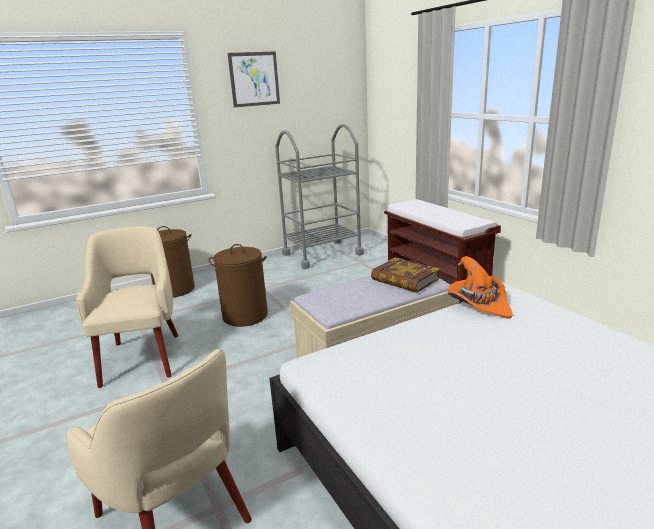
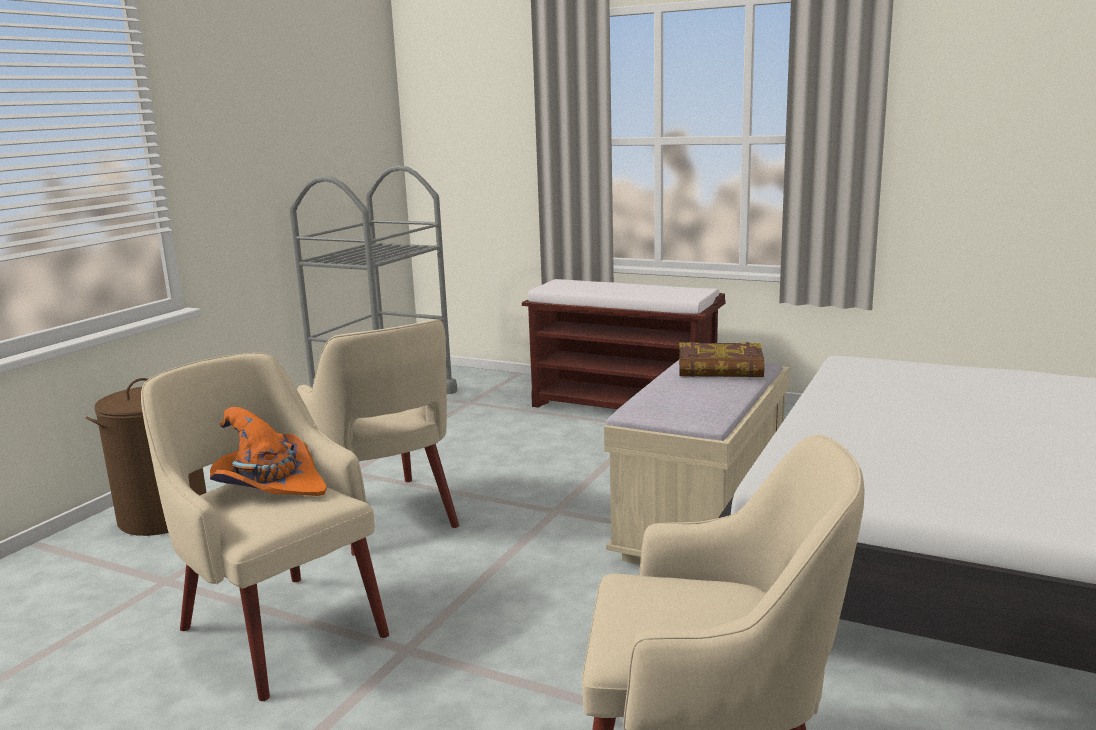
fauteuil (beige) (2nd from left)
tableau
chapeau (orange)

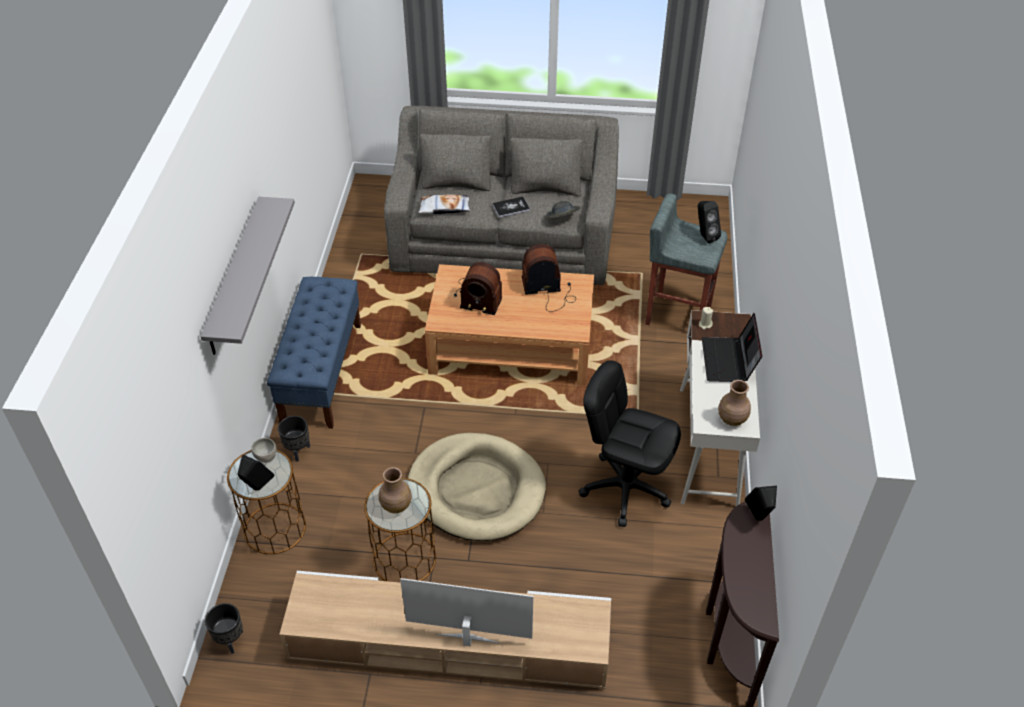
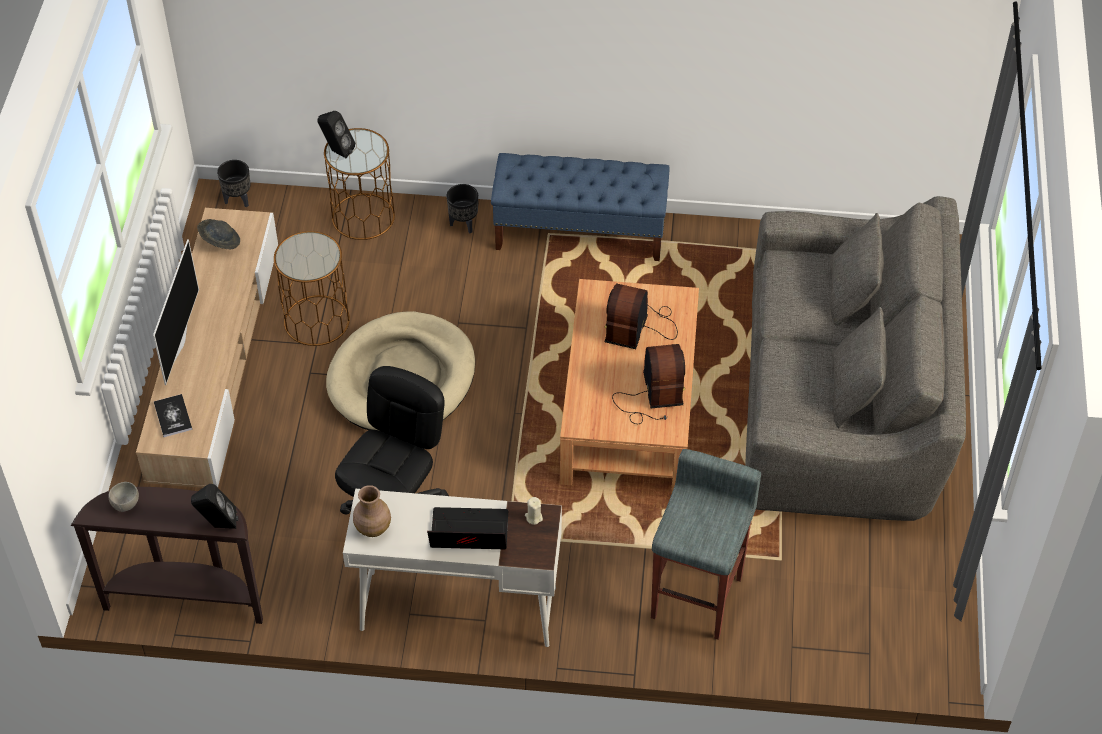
étagère (gris)
bol (gris)
vase (marron) (1st from left in the first image)
coussin
livre
chapeau (gris)
enceinte (noir) (2nd from left in the first image)

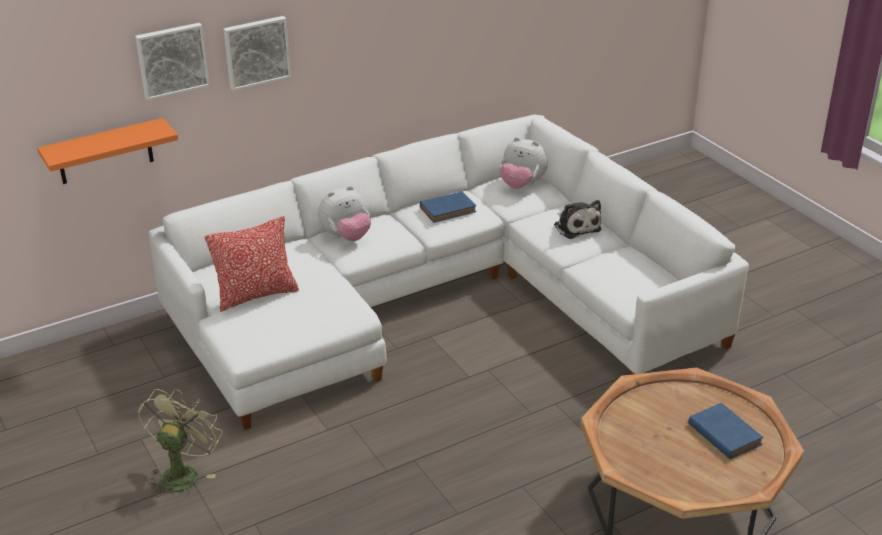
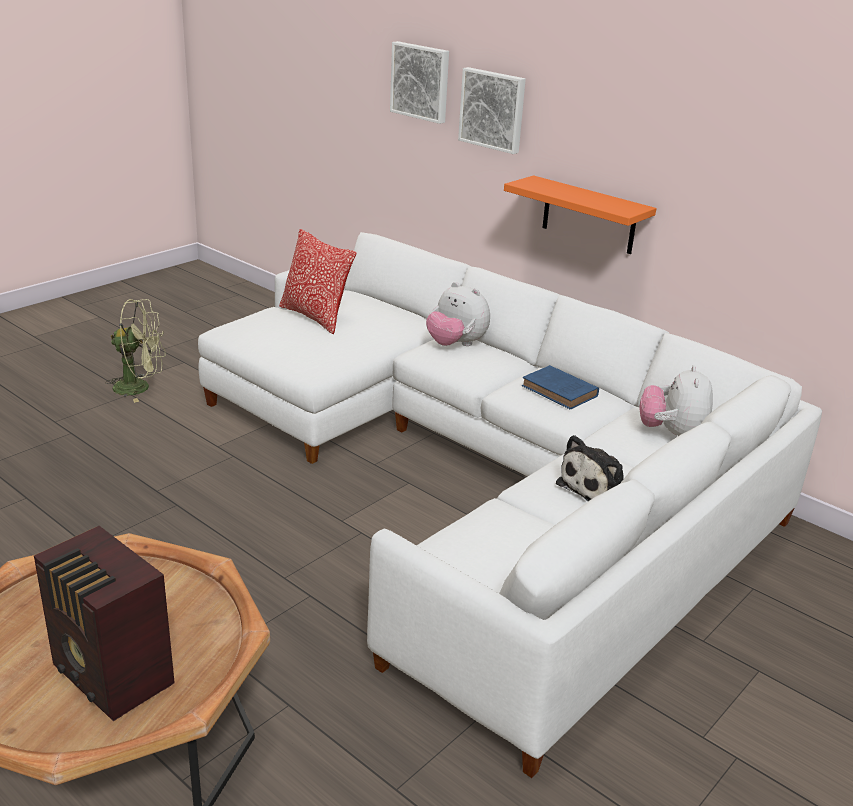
étagère (orange)
radio

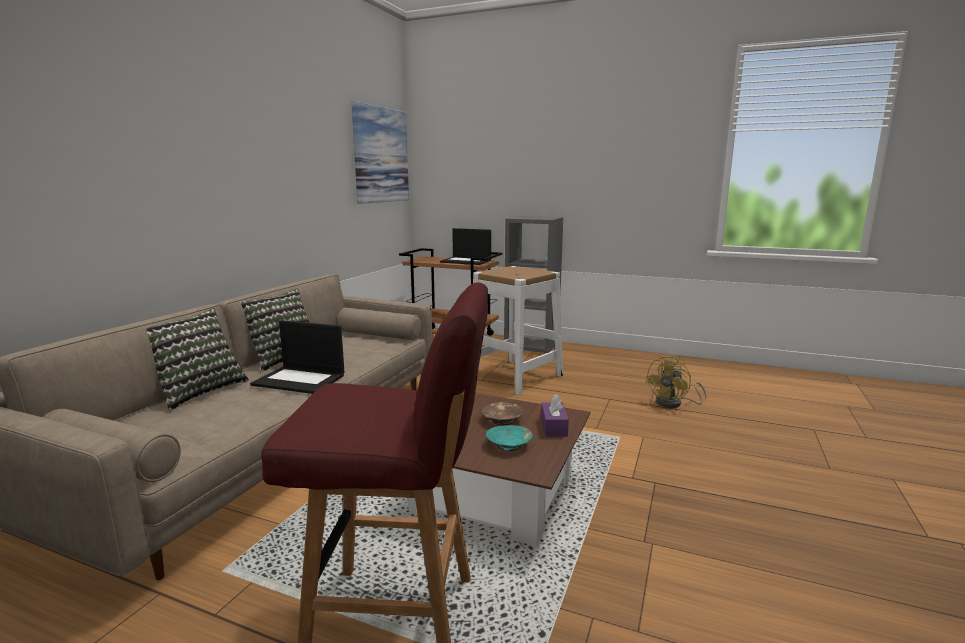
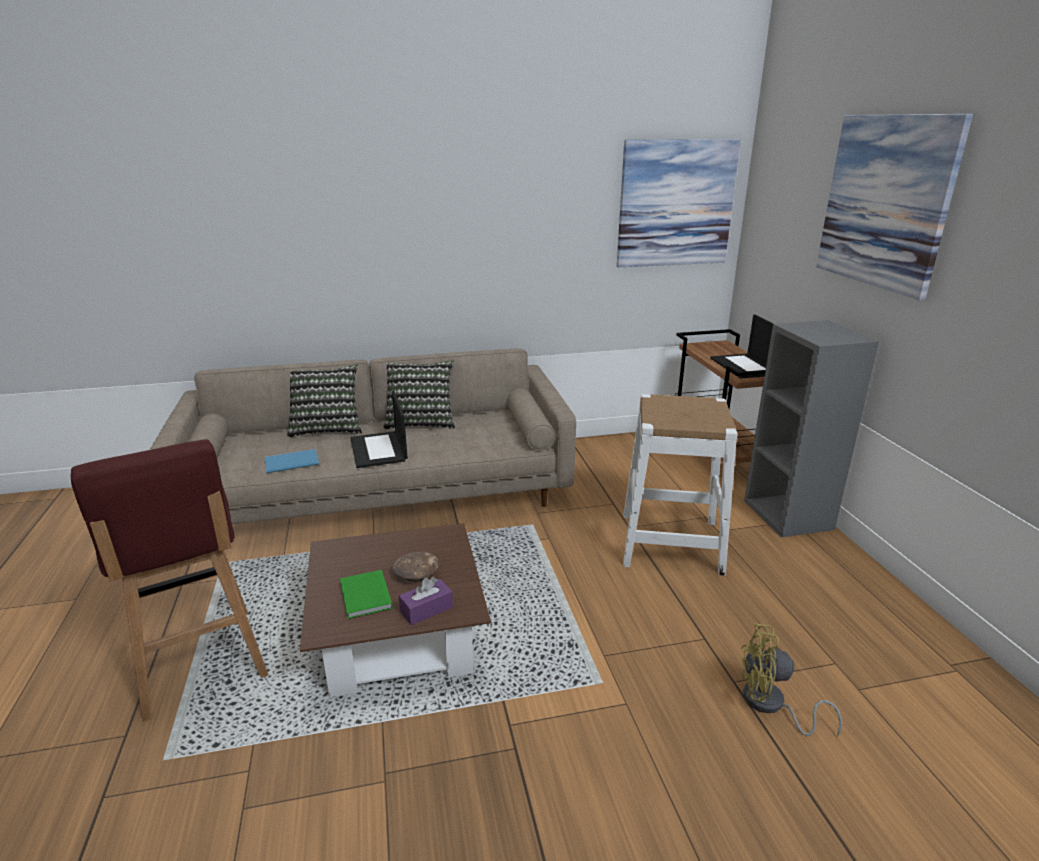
livre (vert)
livre (bleu)
tableau (2nd from left)

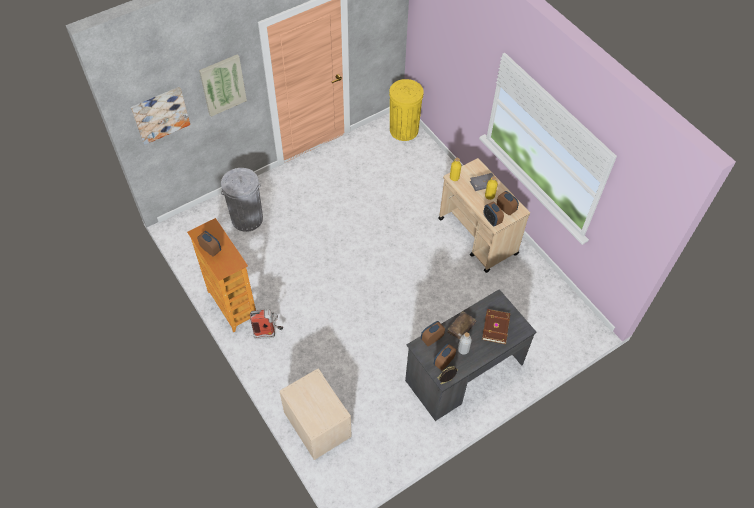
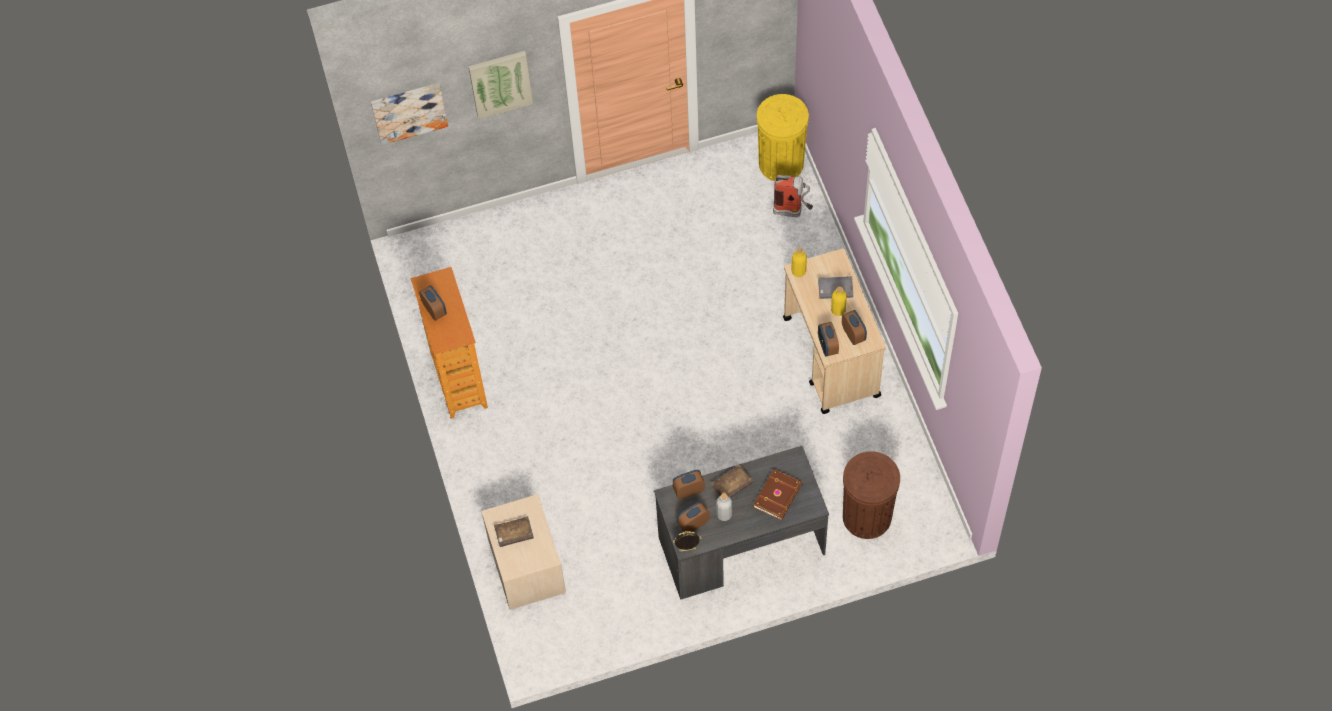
poubelle (gris)
extincteur
livre (marron) (1st from left)
poubelle (marron)

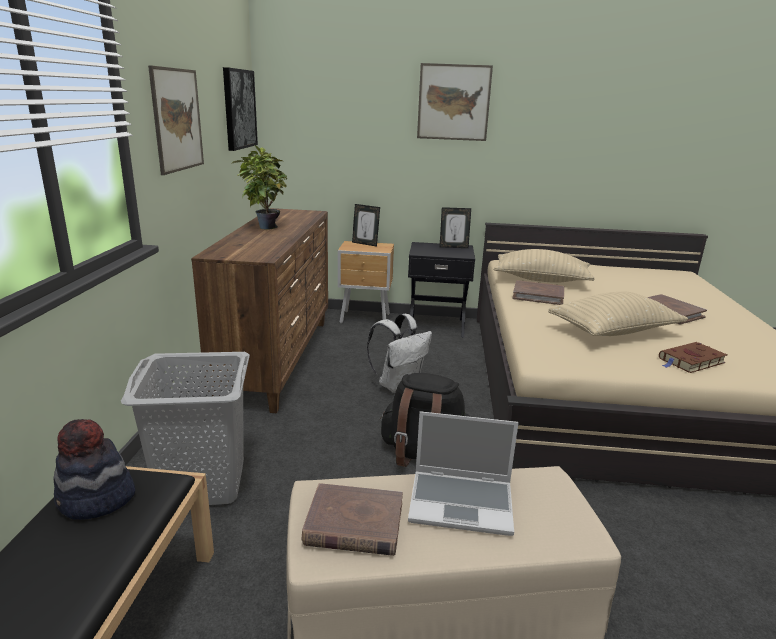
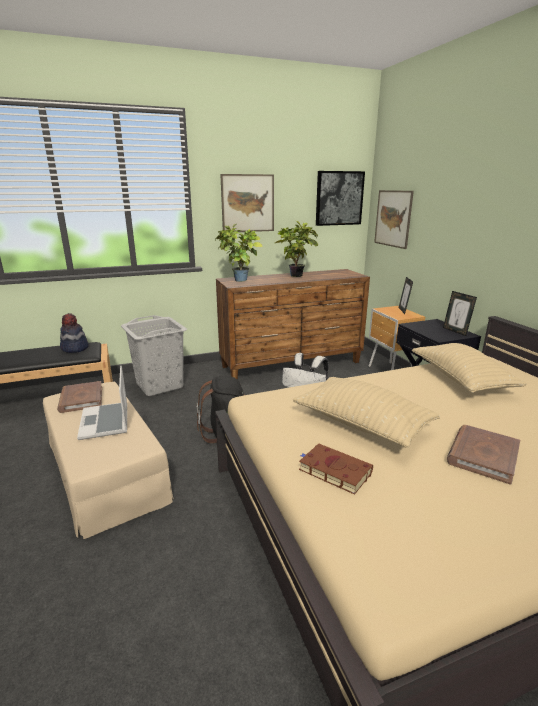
tableau (3rd from left)
livre (marron) (2nd from left in the first image)
plante en pot (1st from left)

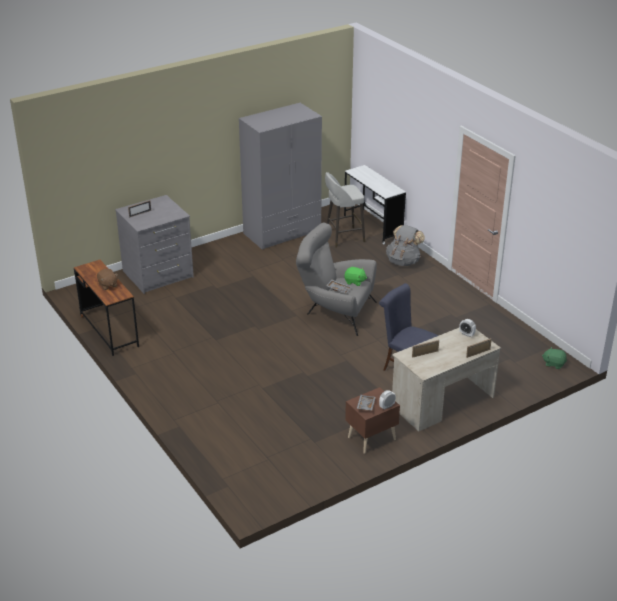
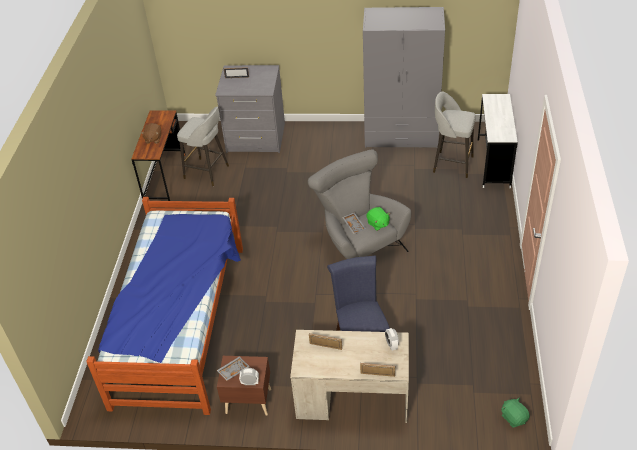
sac à dos (gris)
lit
tabouret (gris) (1st from left)

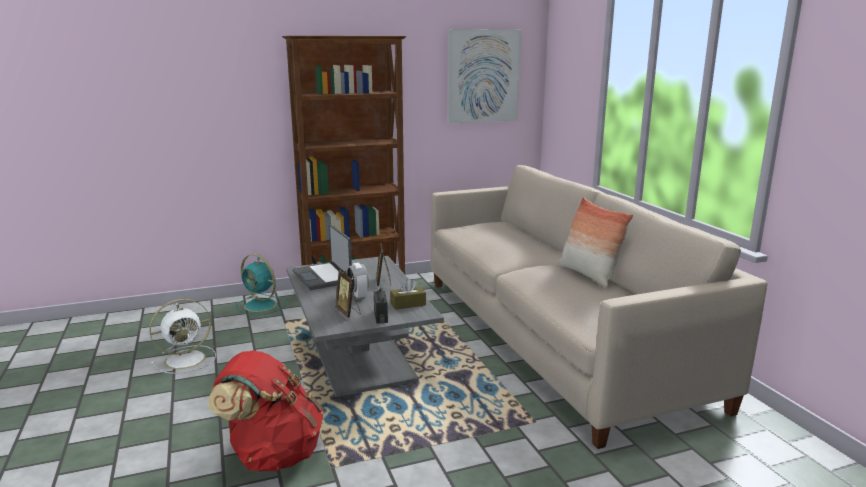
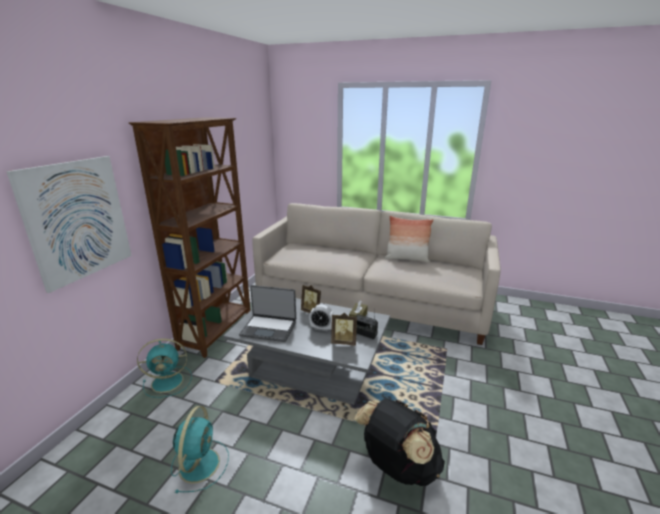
ventilateur (turquoise) (2nd from left)
sac à dos (noir)
tableau

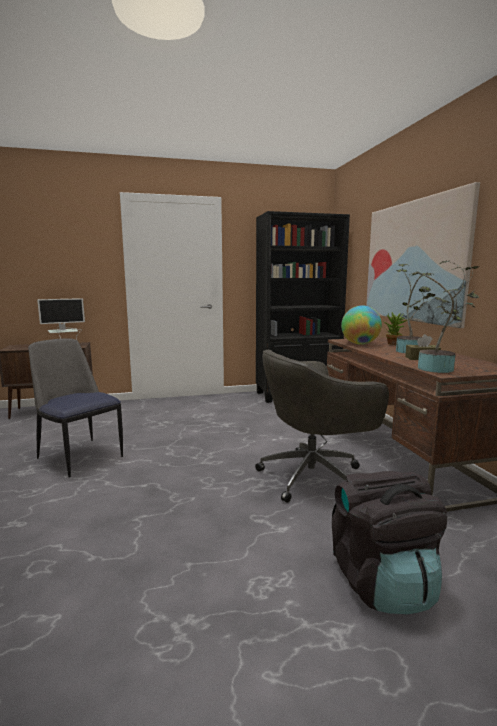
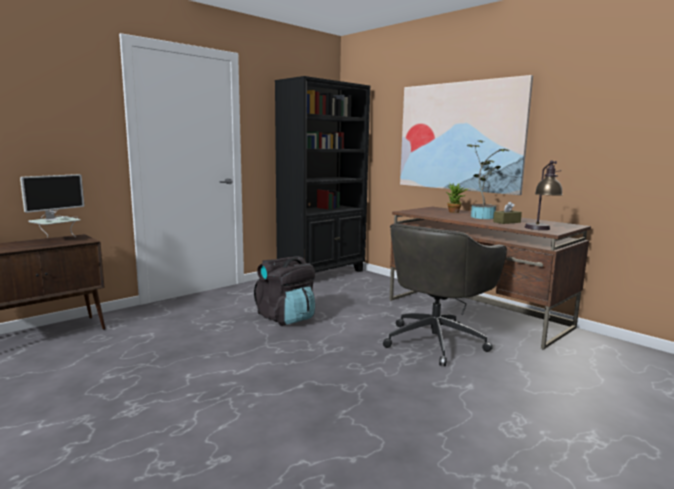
chaise
sac à dos (noir)
globe
lampe de table

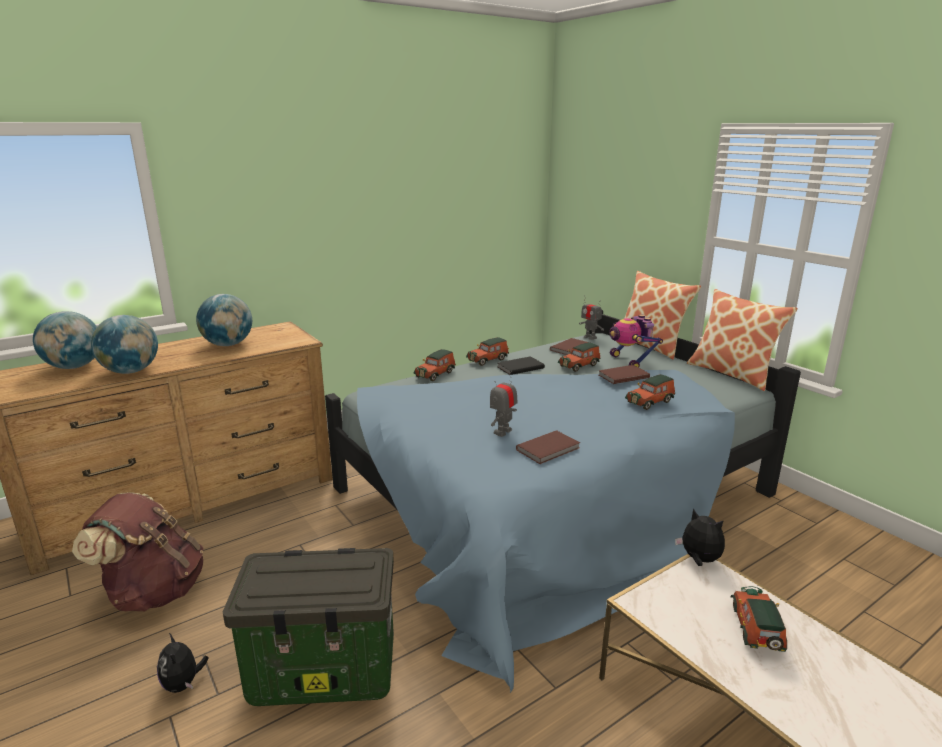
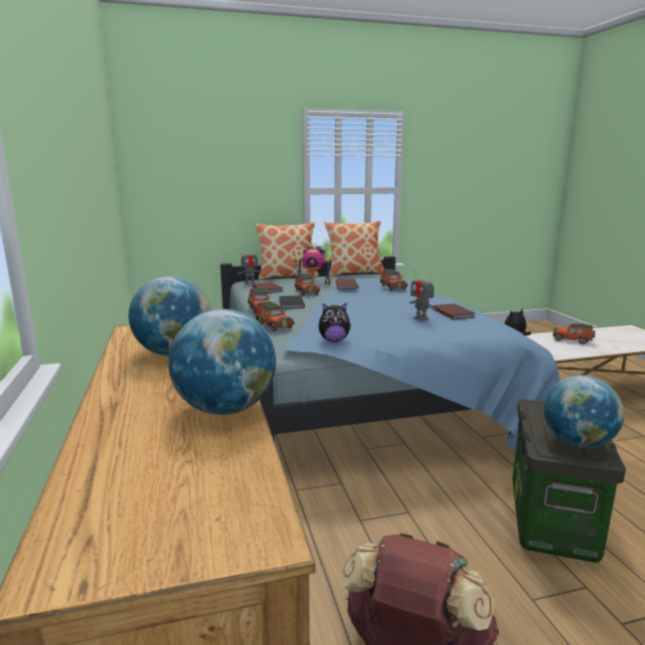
globe (3rd from left)
peluche (1st from left)

